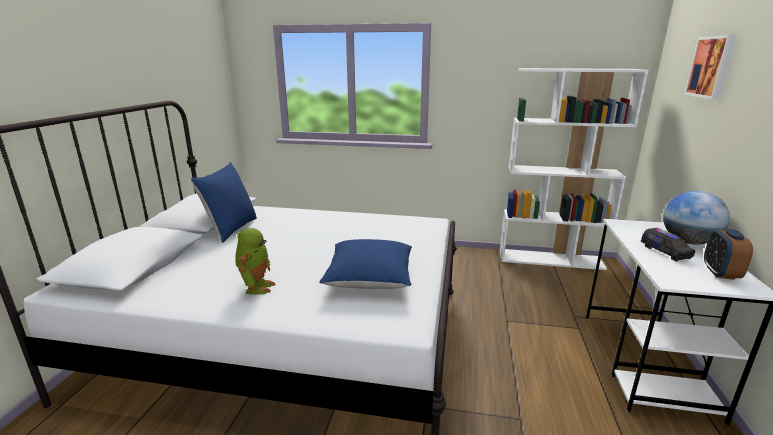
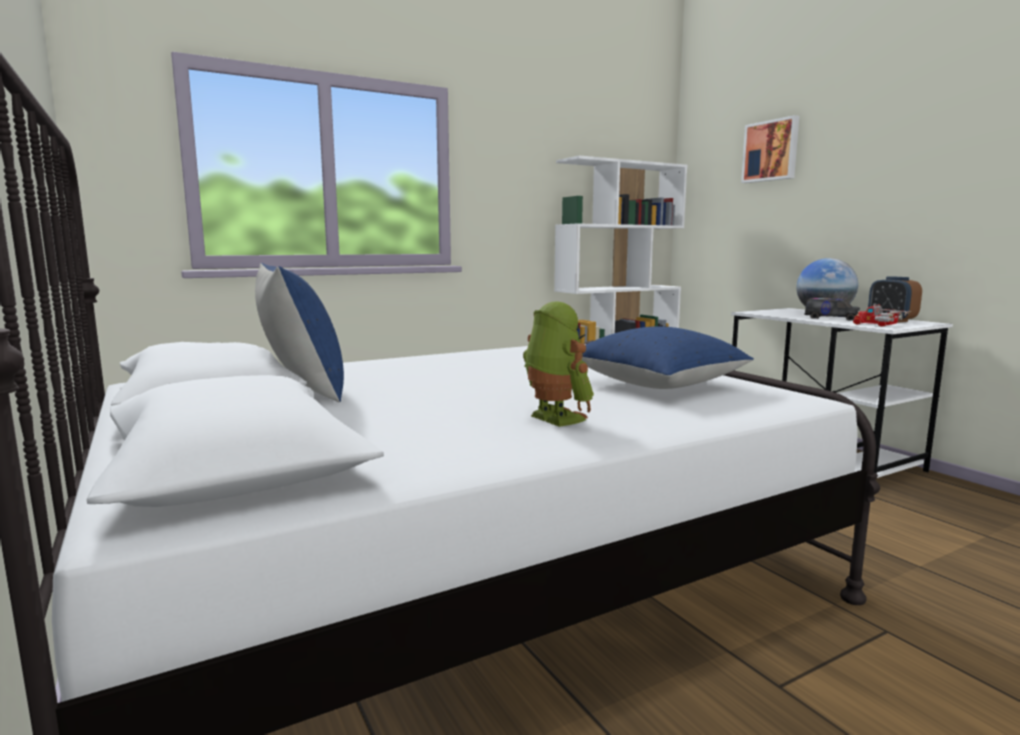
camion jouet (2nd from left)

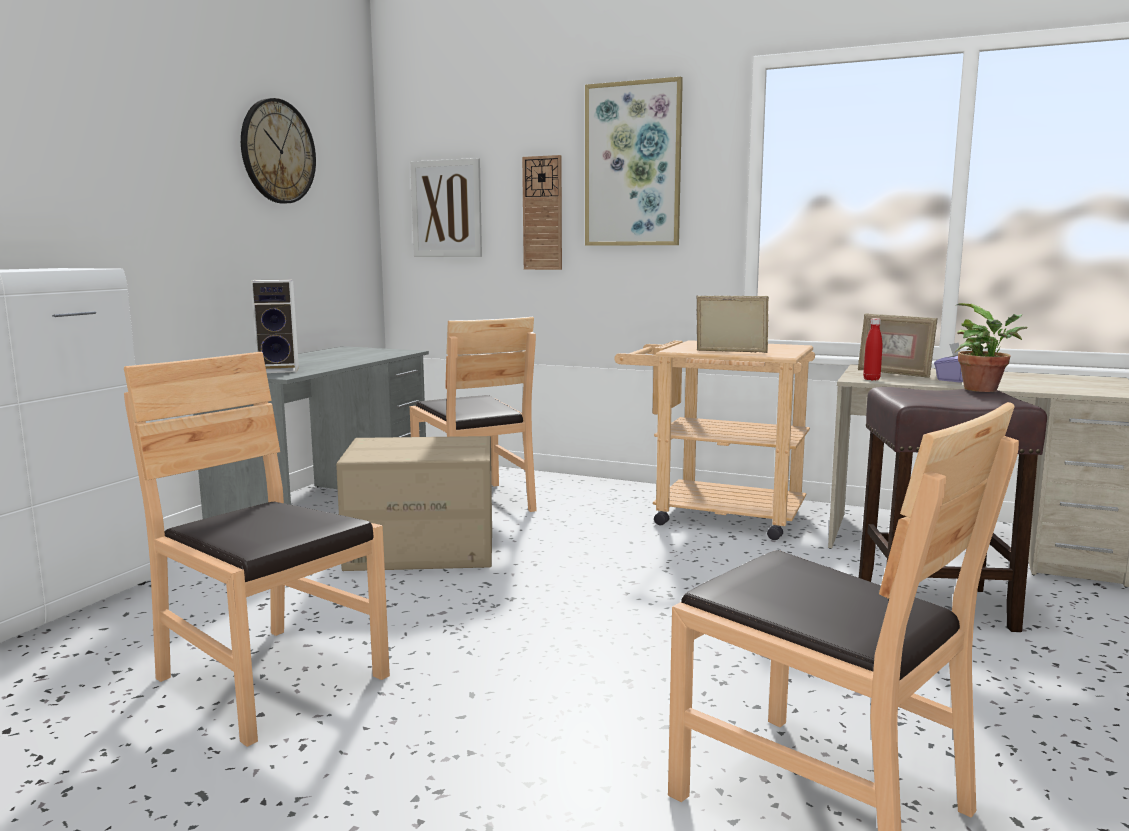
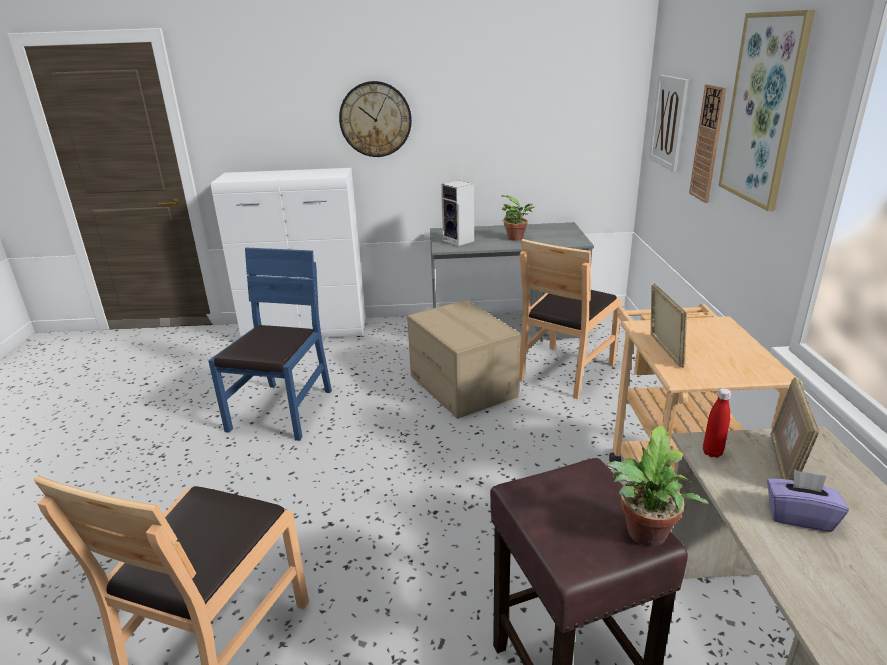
chaise (bleu)
horloge murale (1st from left)
plante en pot (1st from left)

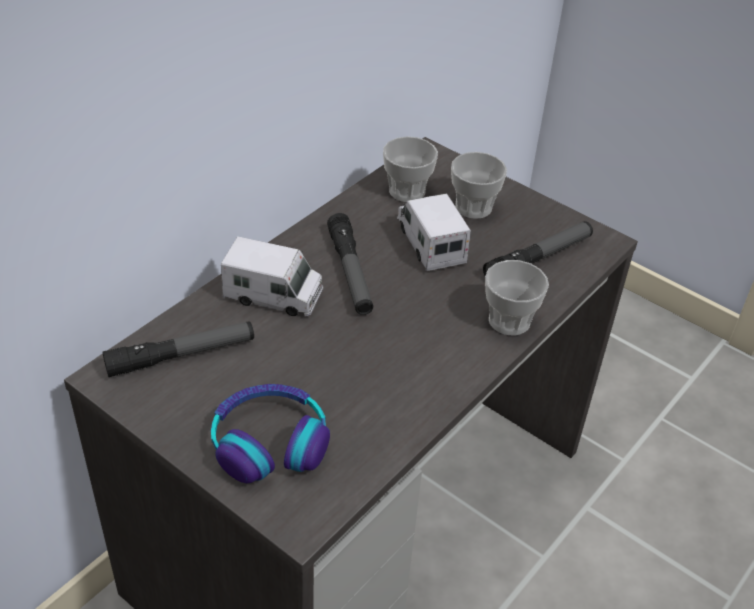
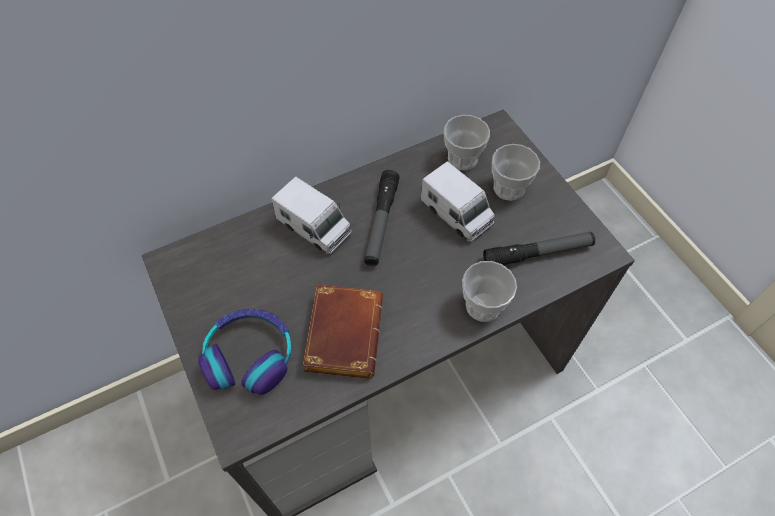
lampe de poche (1st from left in the first image)
camion jouet (2nd from left)
livre (marron)

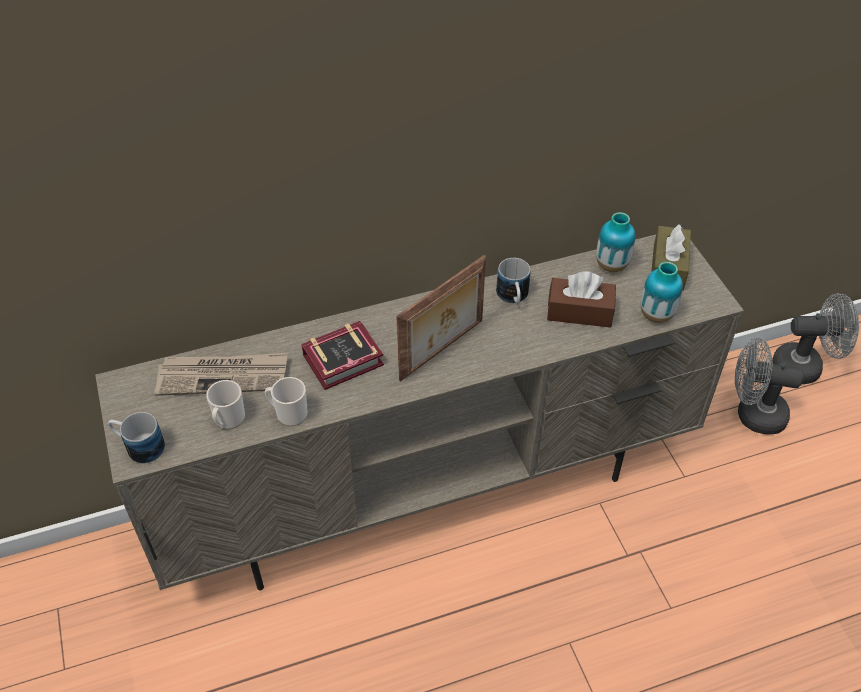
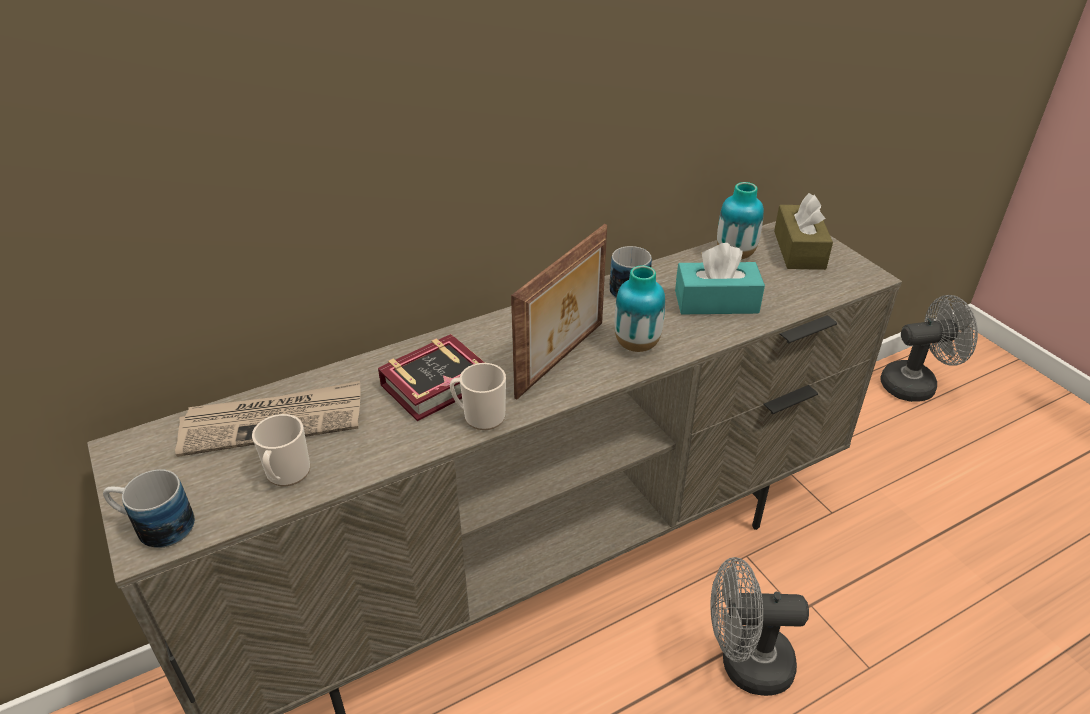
mug (3rd from left)
boîte à mouchoirs (turquoise)
vase (1st from left)
ventilateur (gris) (1st from left)

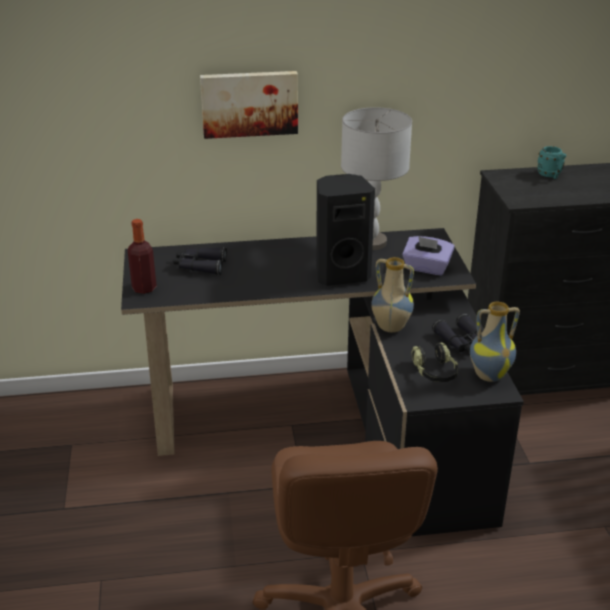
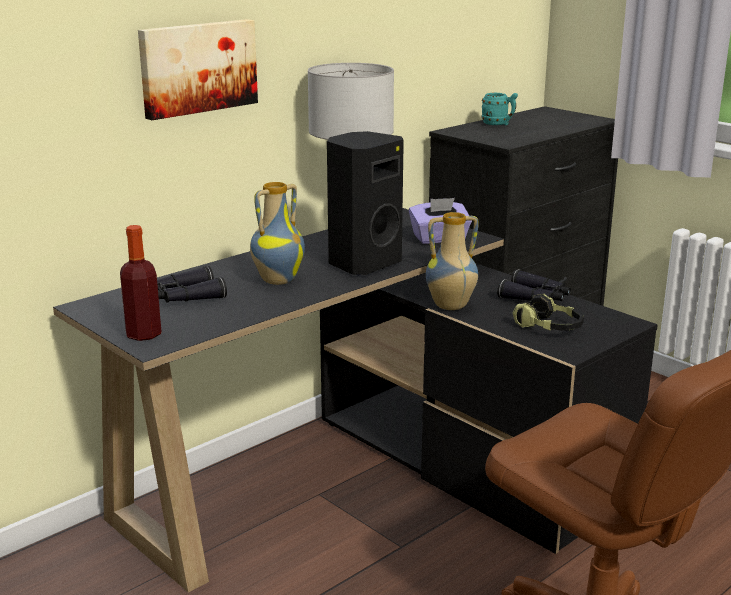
vase (1st from left)

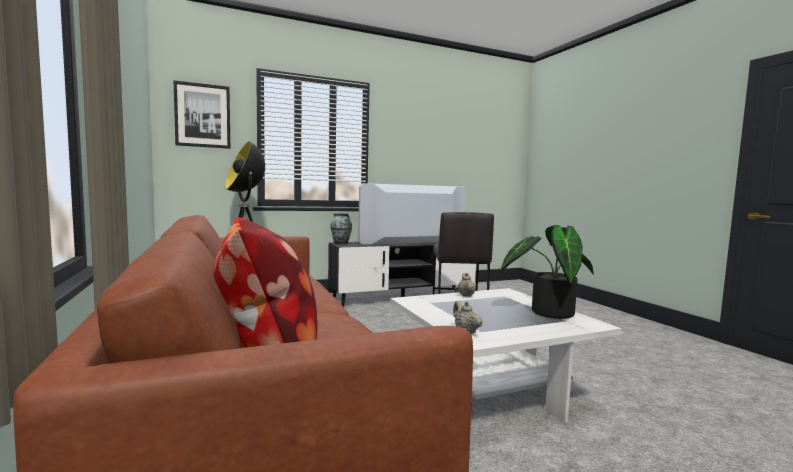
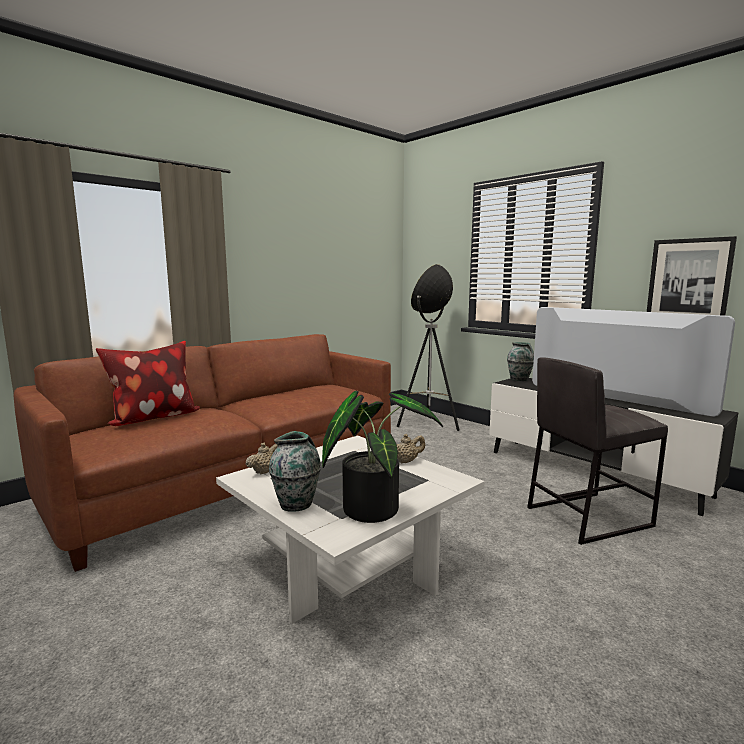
tableau
vase (1st from left)

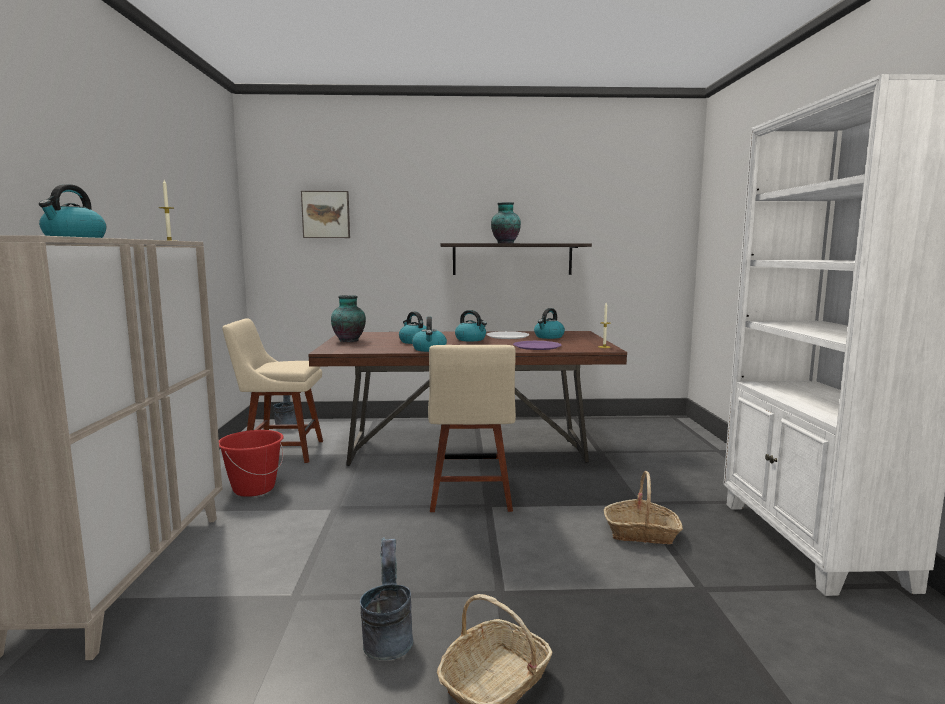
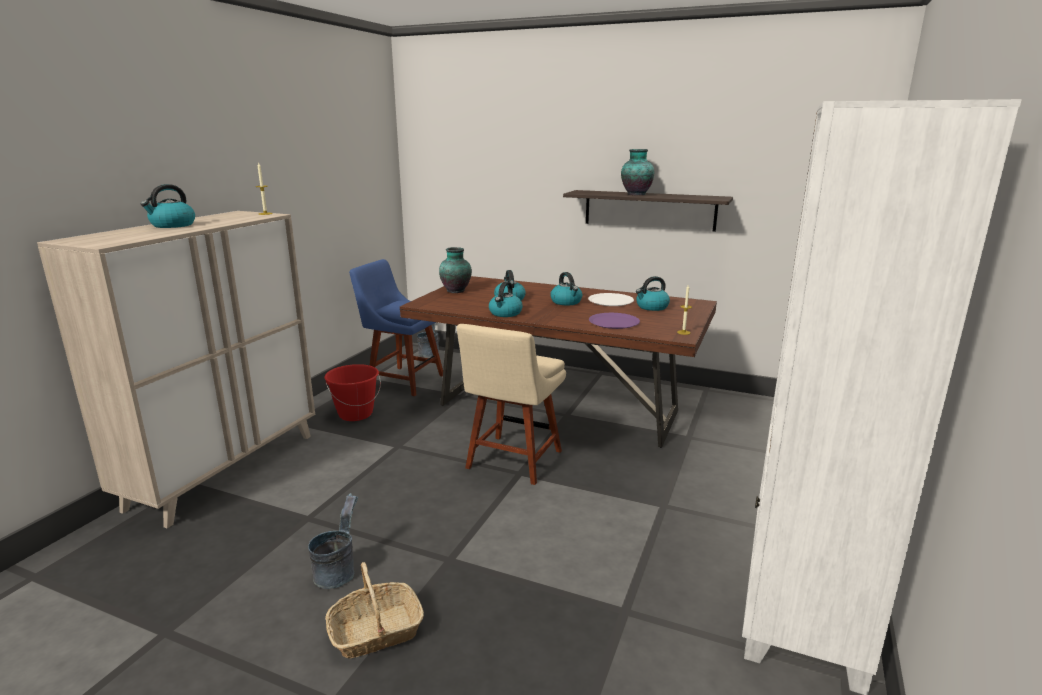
chaise (bleu)
tableau
panier (2nd from left in the first image)

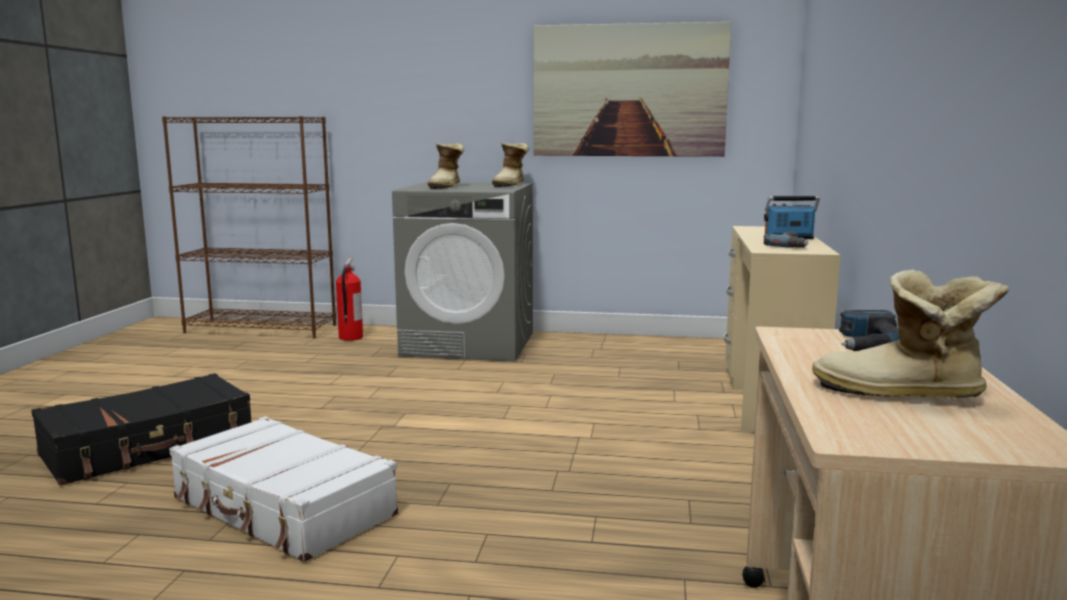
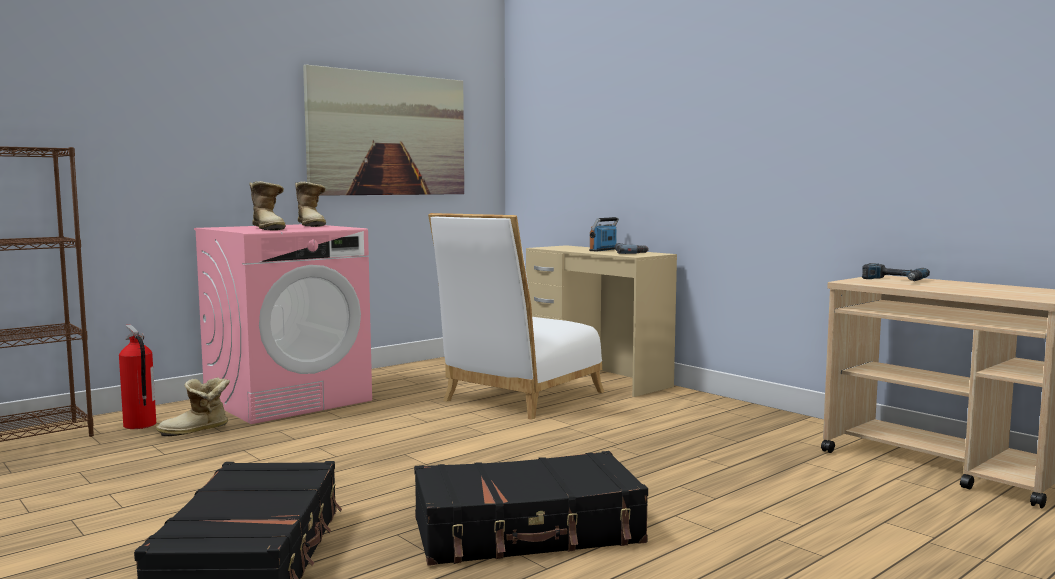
valise (noir) (2nd from left)
lave-linge (rose)
botte (1st from left)
chaise (blanc)

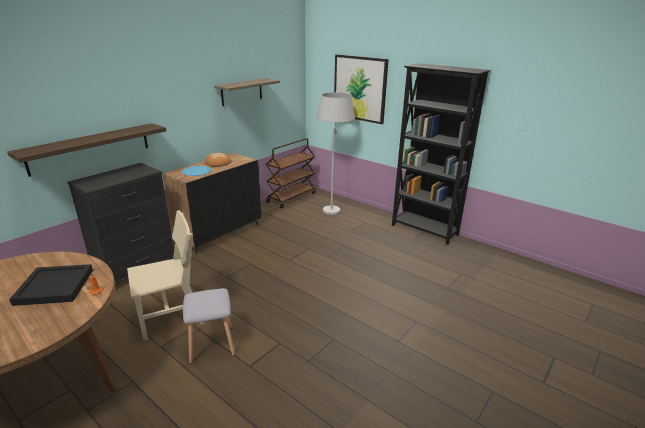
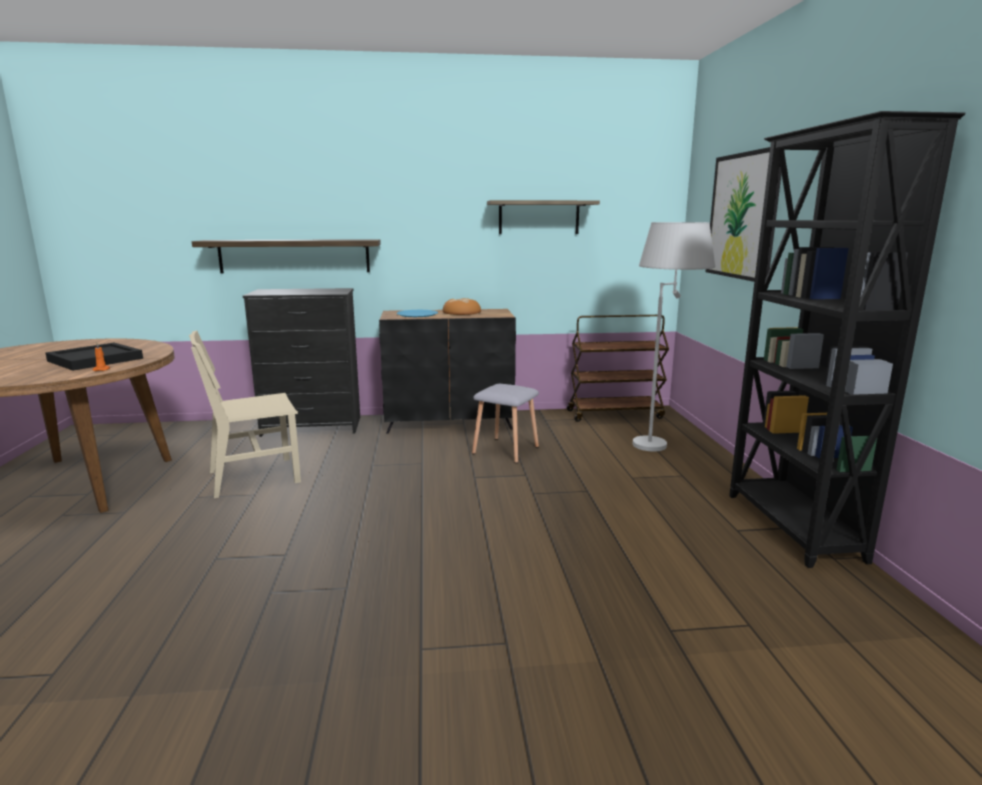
chaise (beige)
tabouret (gris)

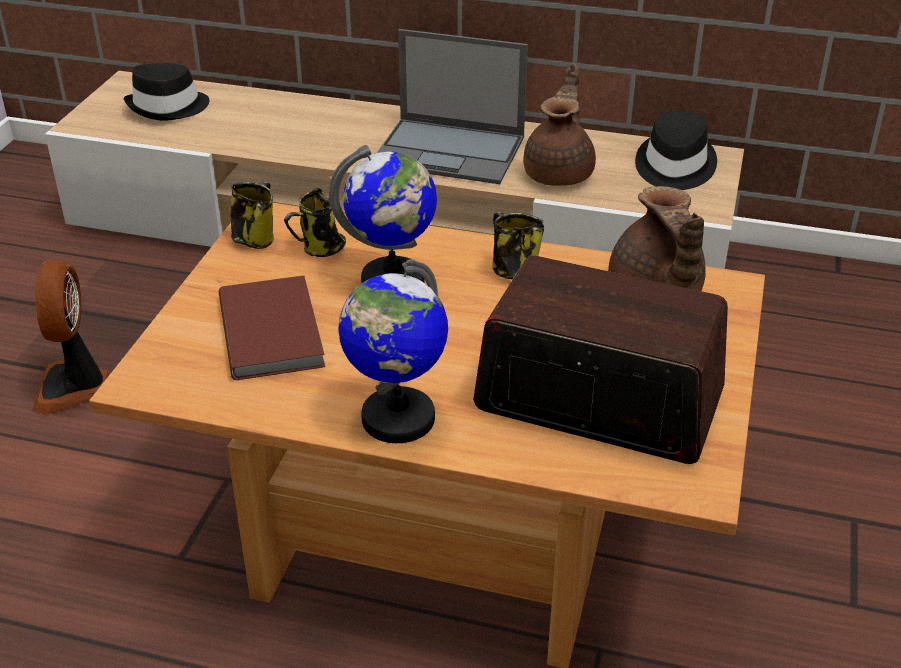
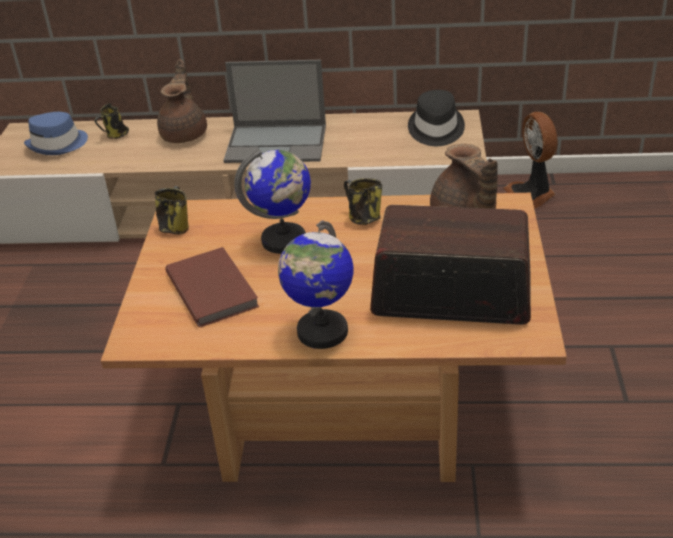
ventilateur
chapeau (bleu)
mug (1st from left)
théière (marron) (1st from left)

